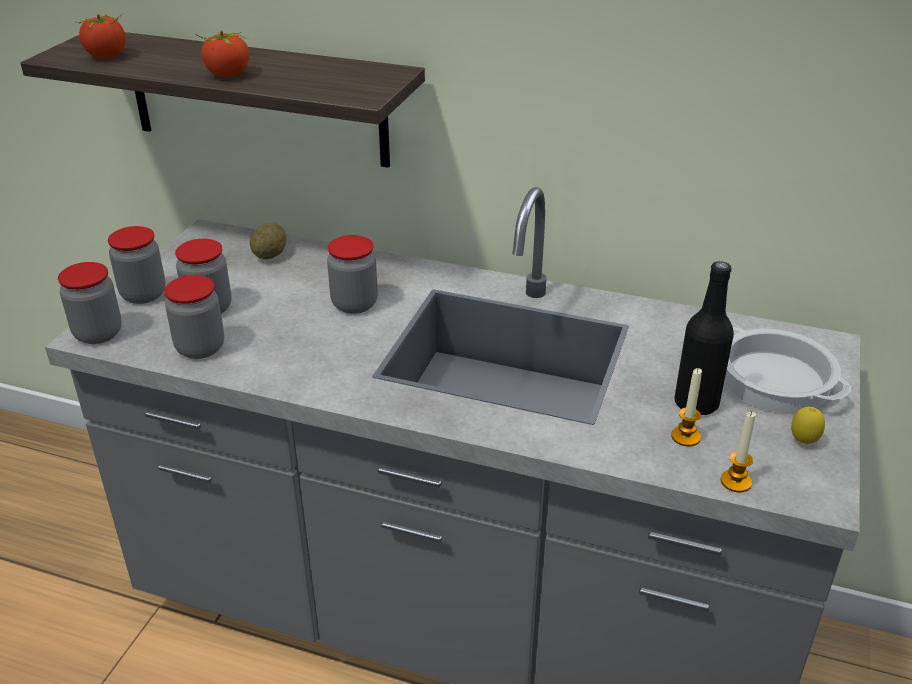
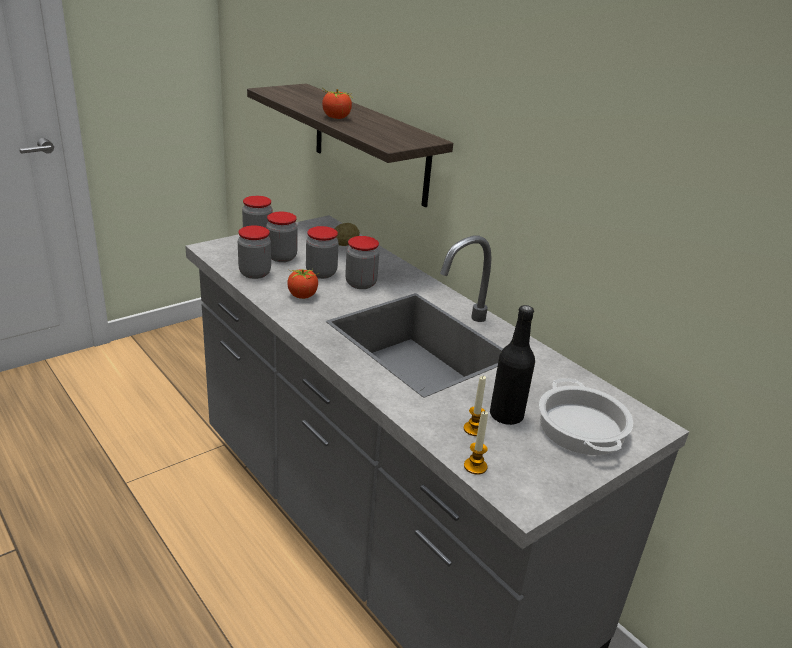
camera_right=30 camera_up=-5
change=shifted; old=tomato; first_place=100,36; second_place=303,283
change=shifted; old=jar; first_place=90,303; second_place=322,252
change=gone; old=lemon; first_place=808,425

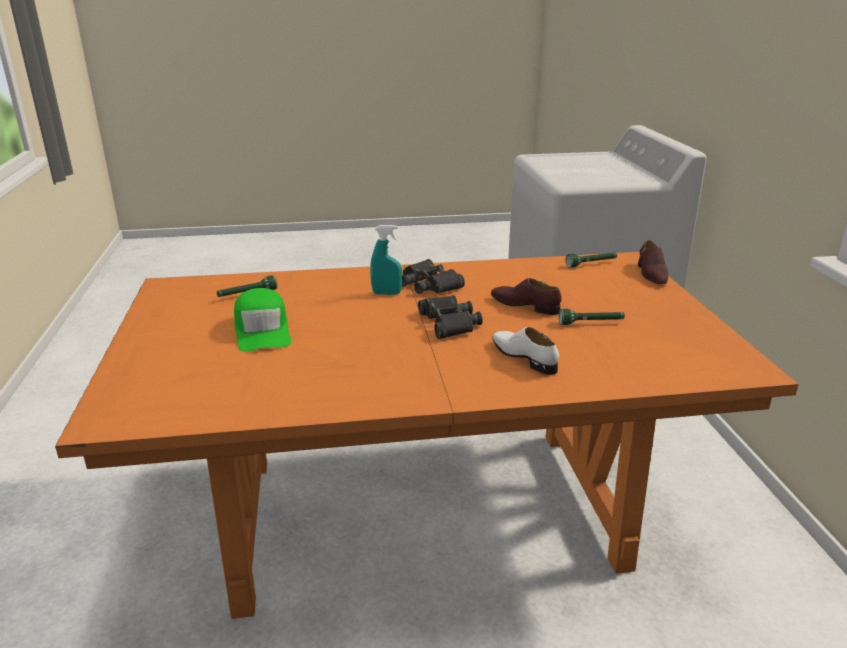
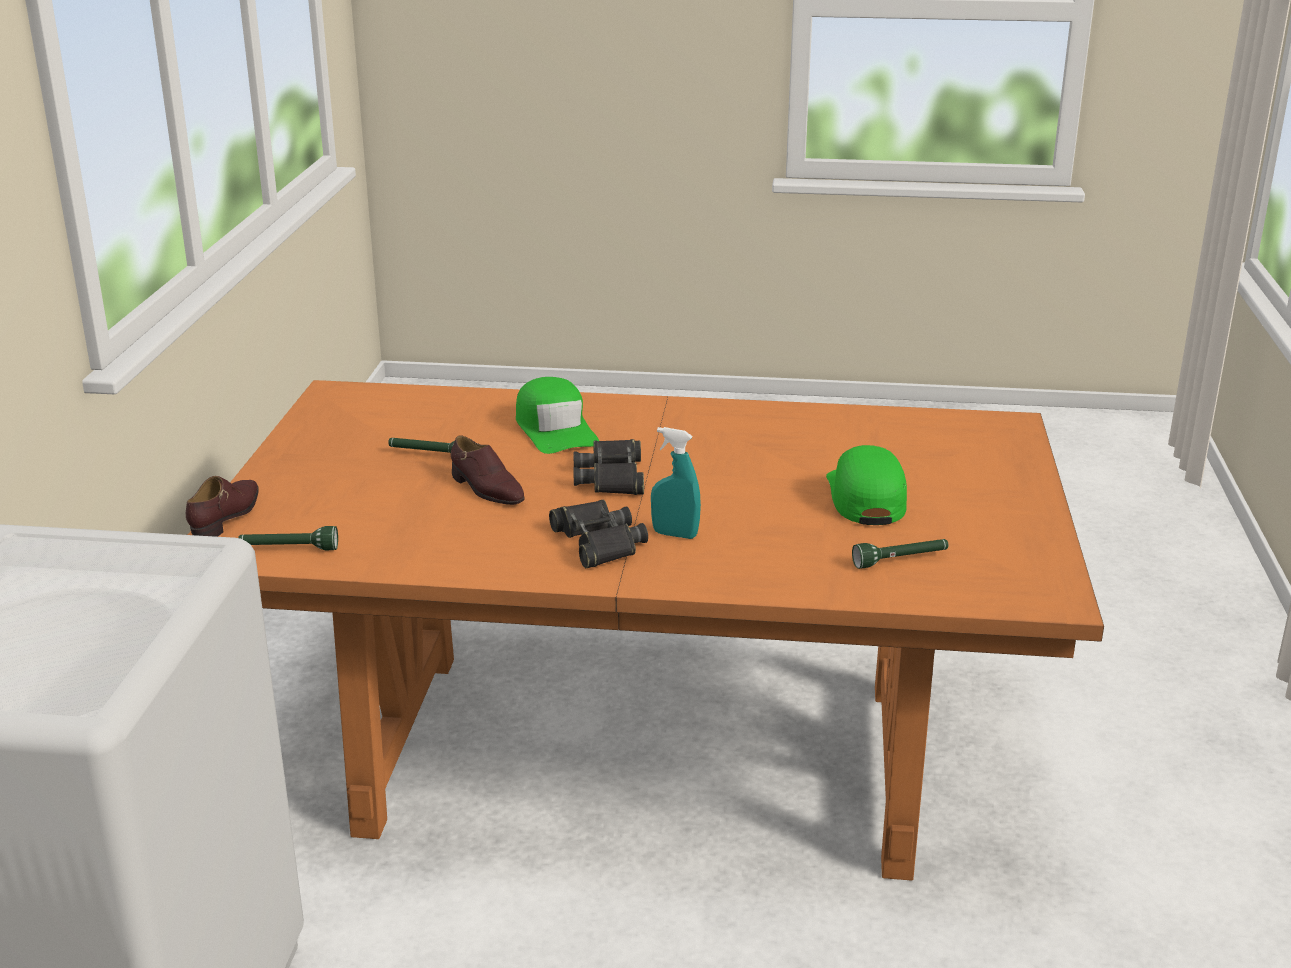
camera_right=-165 camera_up=0
change=swapped; old=white shoe; new=green cap; first_place=525,351; second_place=557,415

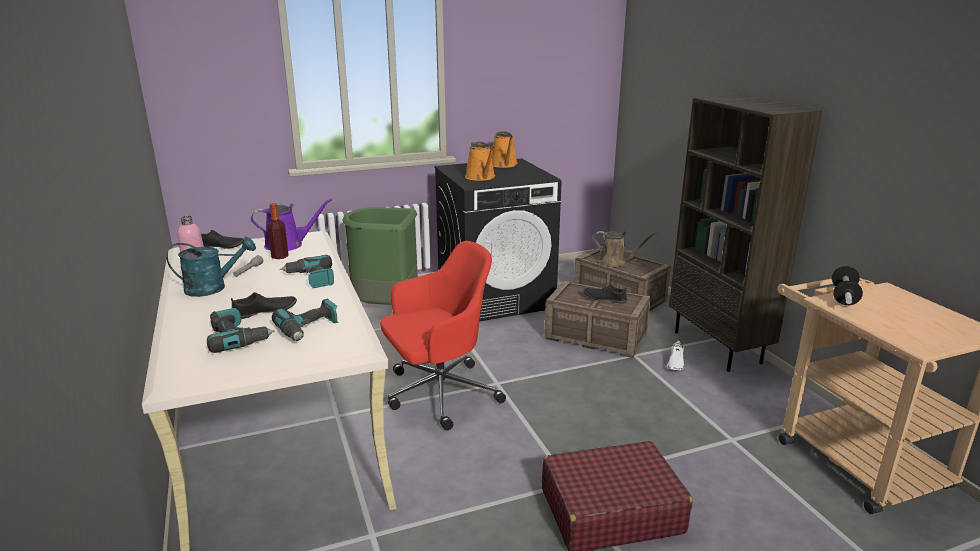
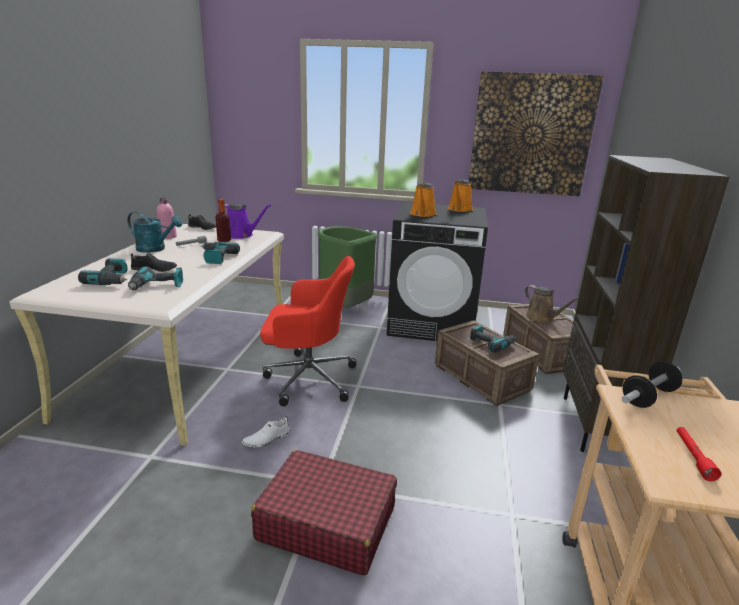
camera_right=30 camera_up=0
change=swapped; old=black shoe; new=power drill; first_place=605,293; second_place=493,339
change=shifted; old=white shoe; first_place=675,355; second_place=266,432
change=new; new=picture; second_place=536,133
change=new; new=red flashlight; second_place=699,454

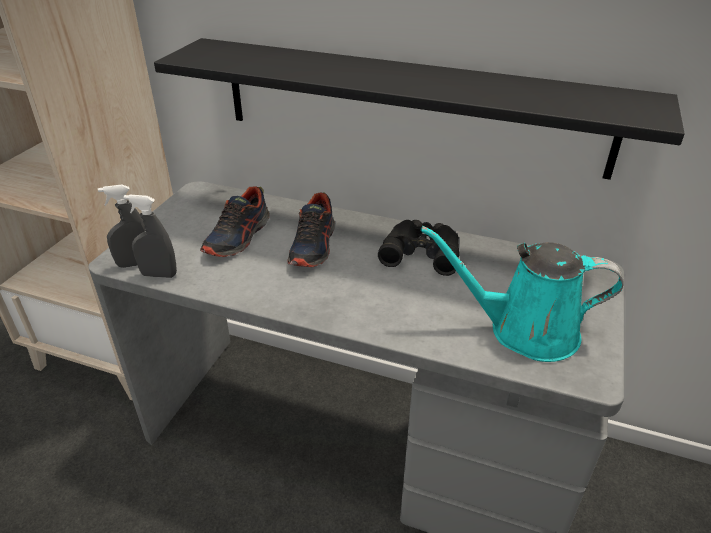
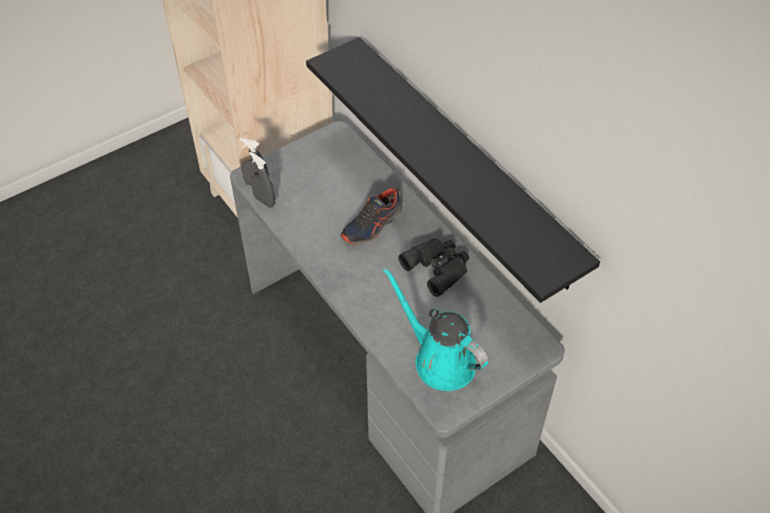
camera_right=35 camera_up=15
change=gone; old=shoe; first_place=235,221

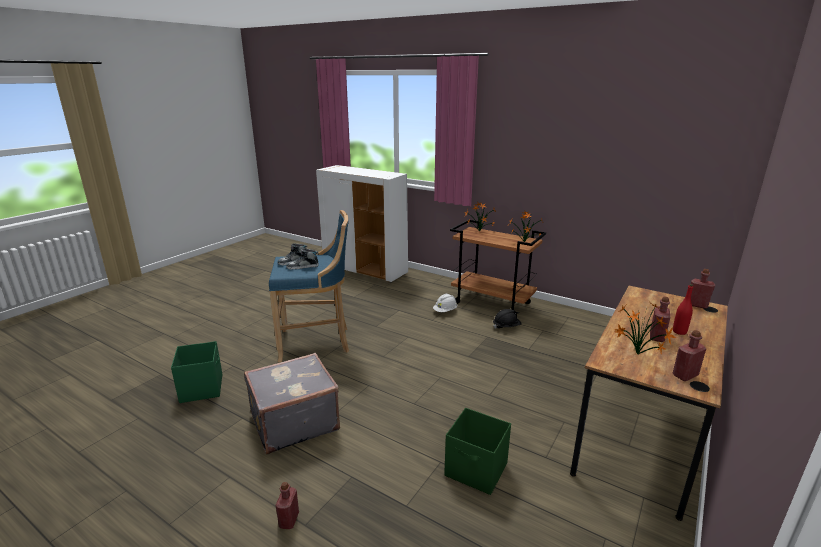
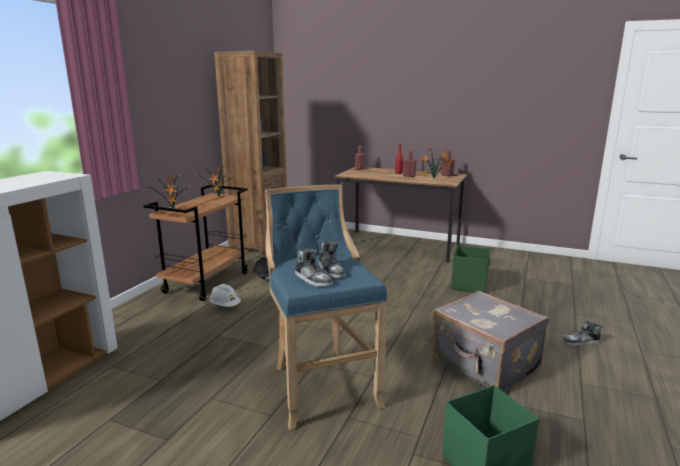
camera_right=-100 camera_up=-5
change=swapped; old=red bottle; new=shoe; first_place=287,505; second_place=583,333
change=new; new=brown bookcase; second_place=250,153

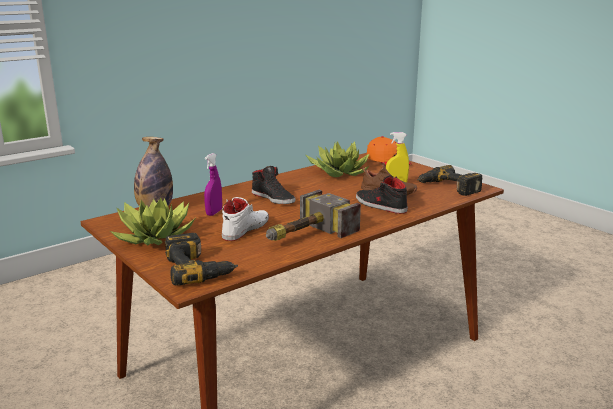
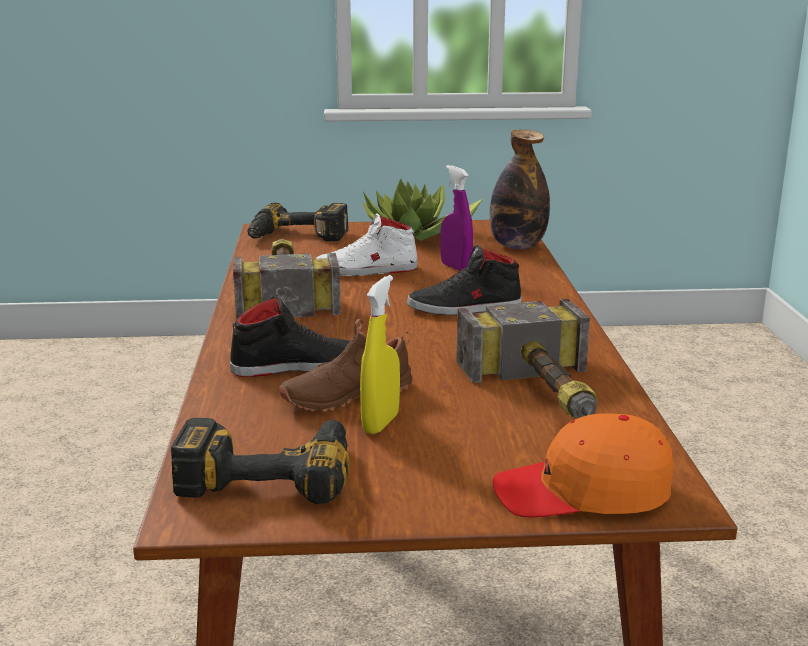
camera_right=125 camera_up=0
change=swapped; old=potted plant; new=hammer; first_place=337,159; second_place=526,358
change=rotated; old=white shoe; first_place=245,219; second_place=367,244; degrees=105

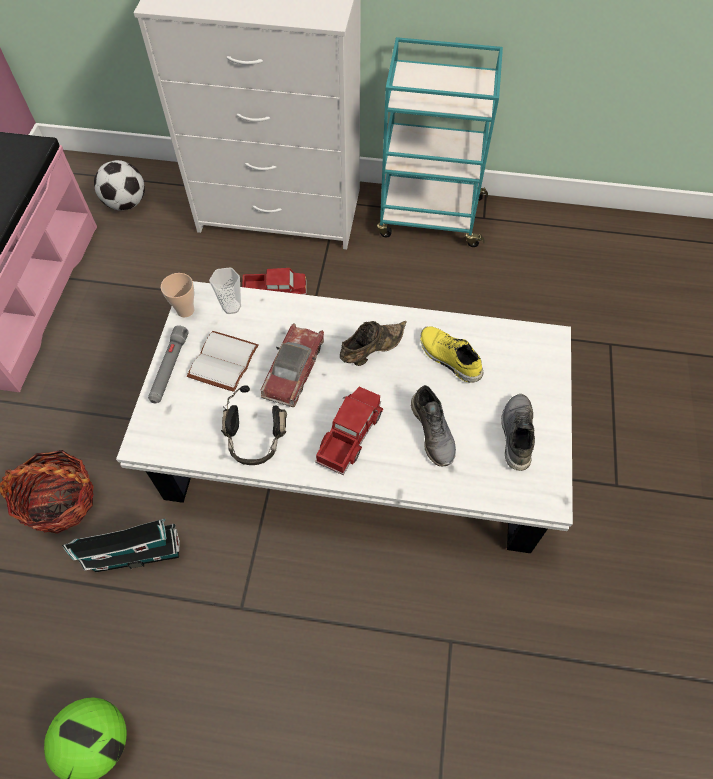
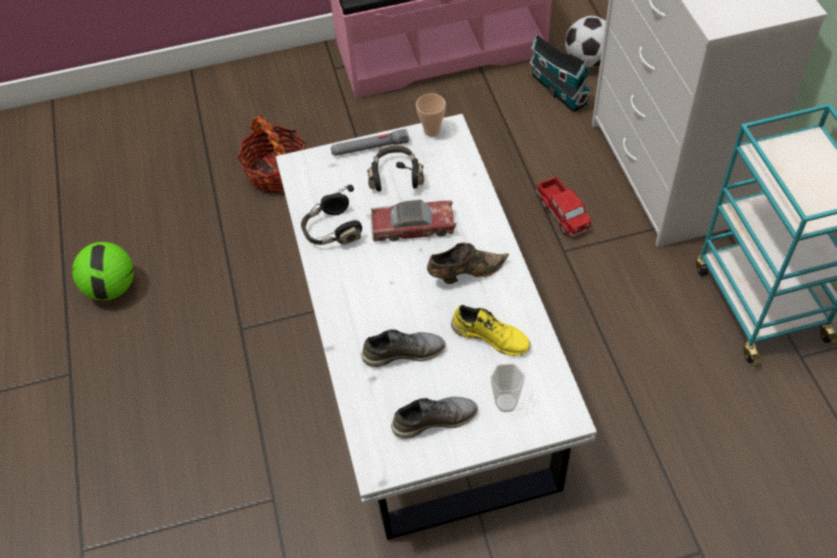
camera_right=70 camera_up=-5
change=shifted; old=cup; first_place=225,290; second_place=507,387
change=rotated; old=brown shoe; first_place=373,343; second_place=468,263; degrees=-45
change=rotated; old=yellow shoe; first_place=451,354; second_place=491,330; degrees=90
change=swapped; old=white book; new=black headphones; first_place=223,361; second_place=395,168
change=rotated; old=grey shoe; first_place=433,425; second_place=403,348; degrees=-150
change=gone; old=toy truck; first_place=349,431
change=shifted; old=toy house; first_place=121,545; second_place=560,72

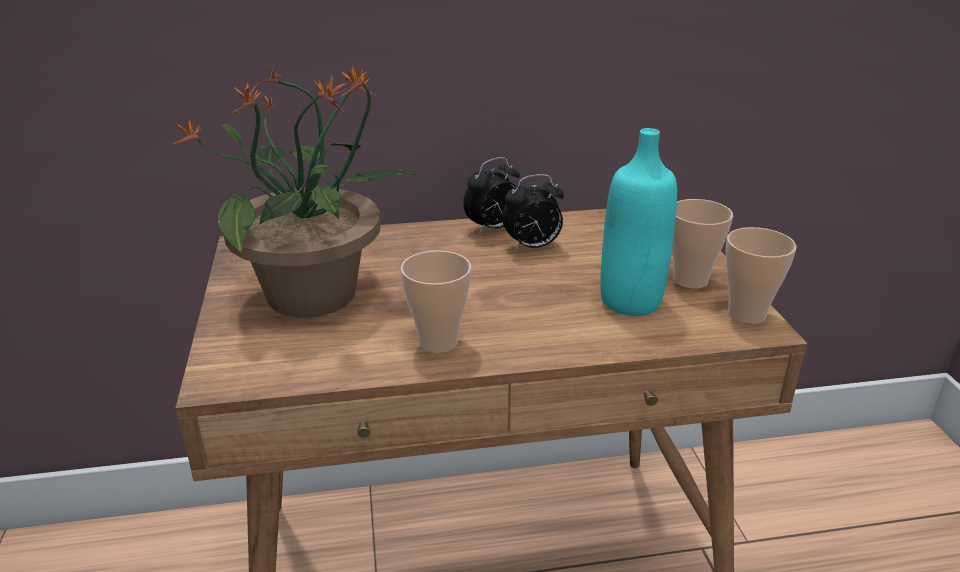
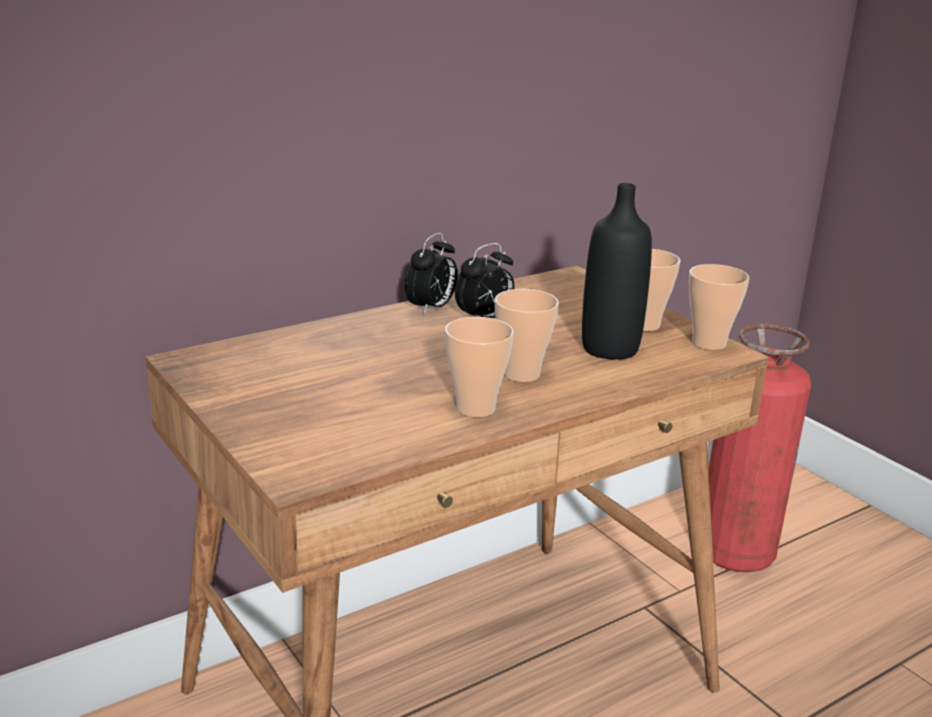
camera_right=-25 camera_up=-5
change=gone; old=potted plant; first_place=296,191
change=repainted; old=turquoise bottle; new=black bottle; first_place=638,222; second_place=617,271
change=new; new=cup; second_place=527,335
change=new; new=fire extinguisher; second_place=760,447

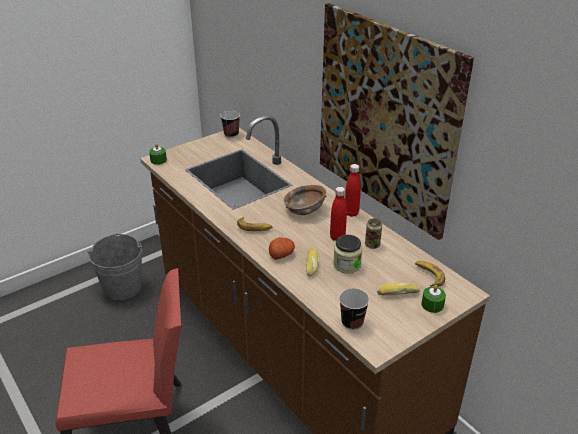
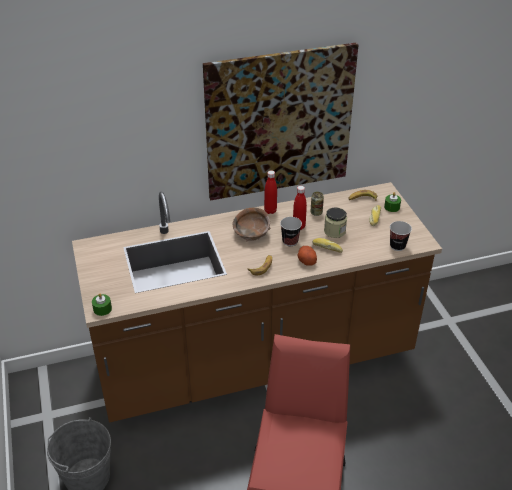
camera_right=-70 camera_up=5
change=shifted; old=cup; first_place=230,124; second_place=291,231

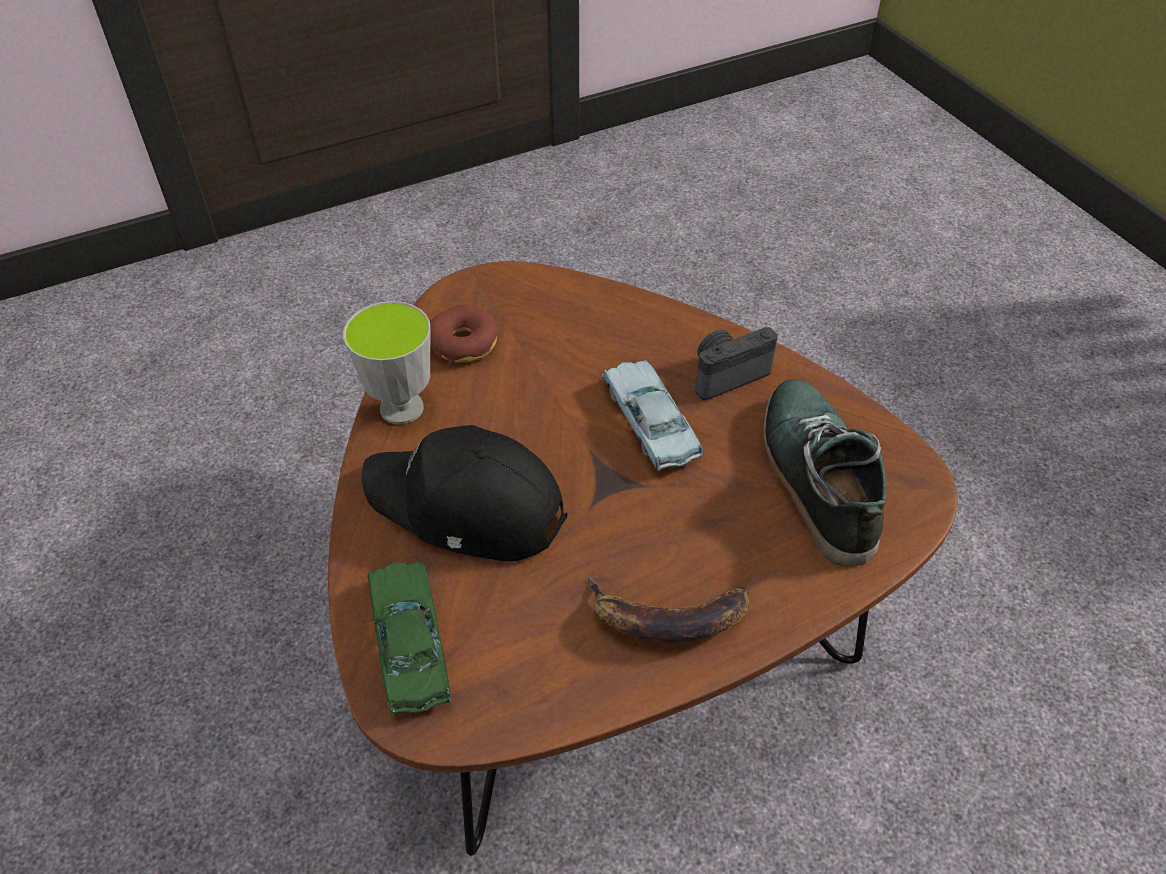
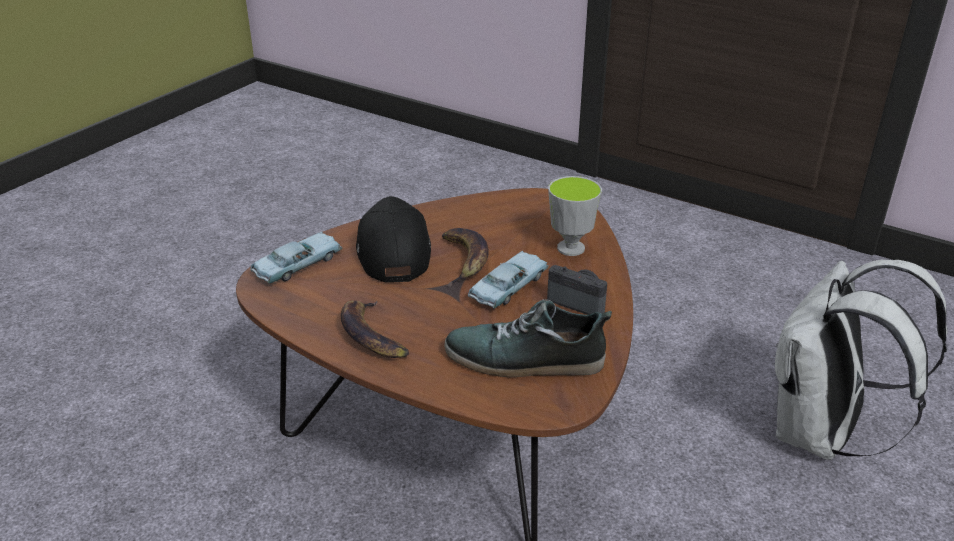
camera_right=60 camera_up=-15
change=shifted; old=cup; first_place=386,363; second_place=575,216
change=gone; old=donut; first_place=464,335
change=rotated; old=shoe; first_place=824,472; second_place=528,338; degrees=-135
change=repainted; old=green toy car; new=blue toy car; first_place=409,638; second_place=296,258
change=new; new=banana; second_place=465,257
change=new; new=white backpack; second_place=861,360

